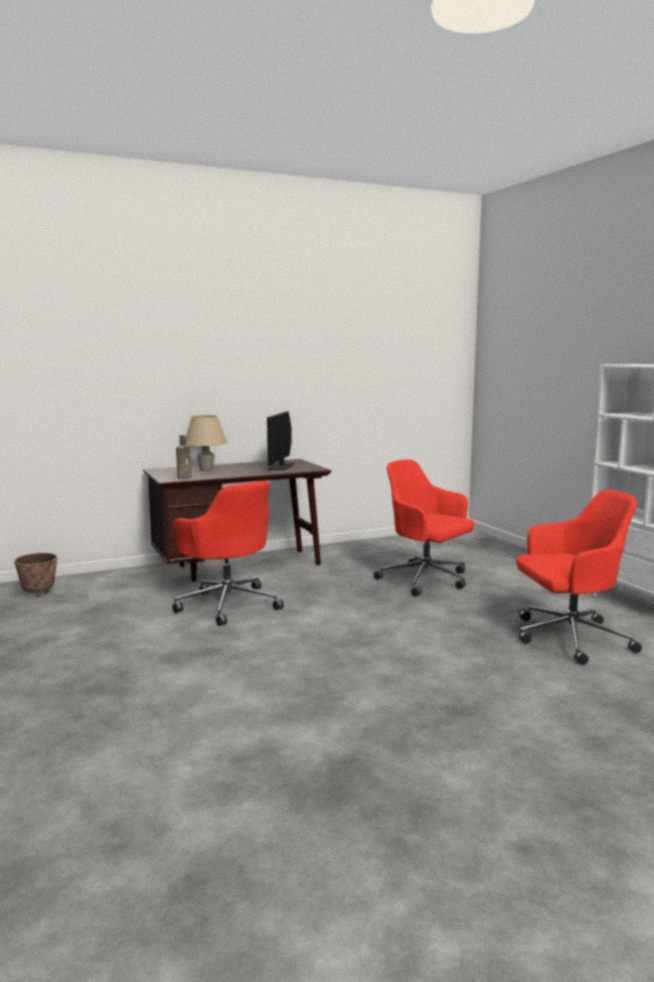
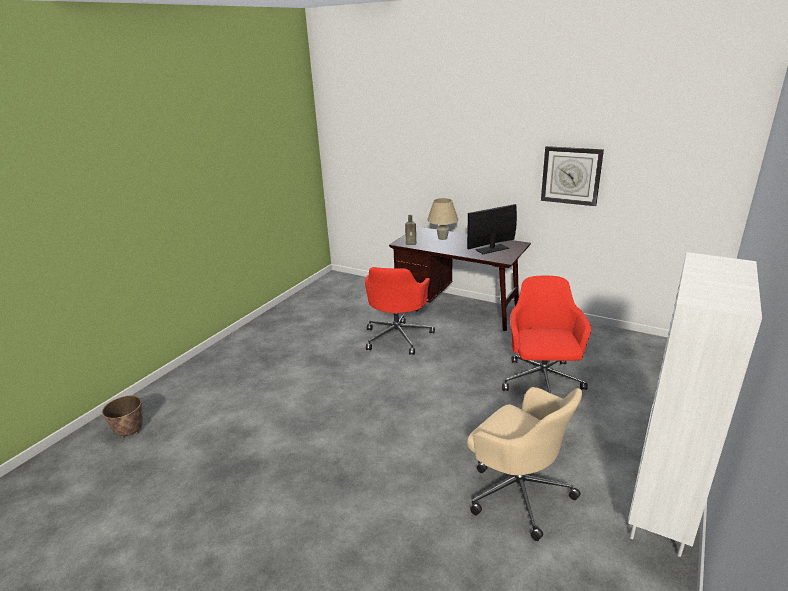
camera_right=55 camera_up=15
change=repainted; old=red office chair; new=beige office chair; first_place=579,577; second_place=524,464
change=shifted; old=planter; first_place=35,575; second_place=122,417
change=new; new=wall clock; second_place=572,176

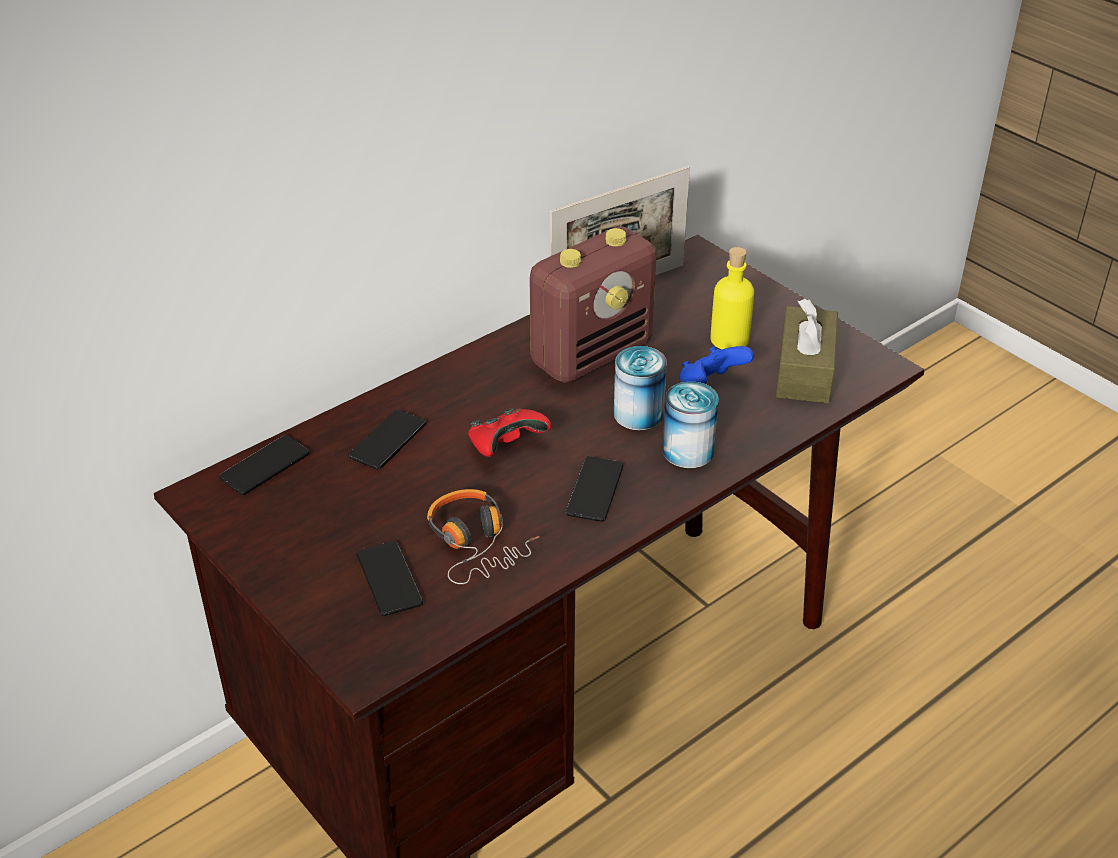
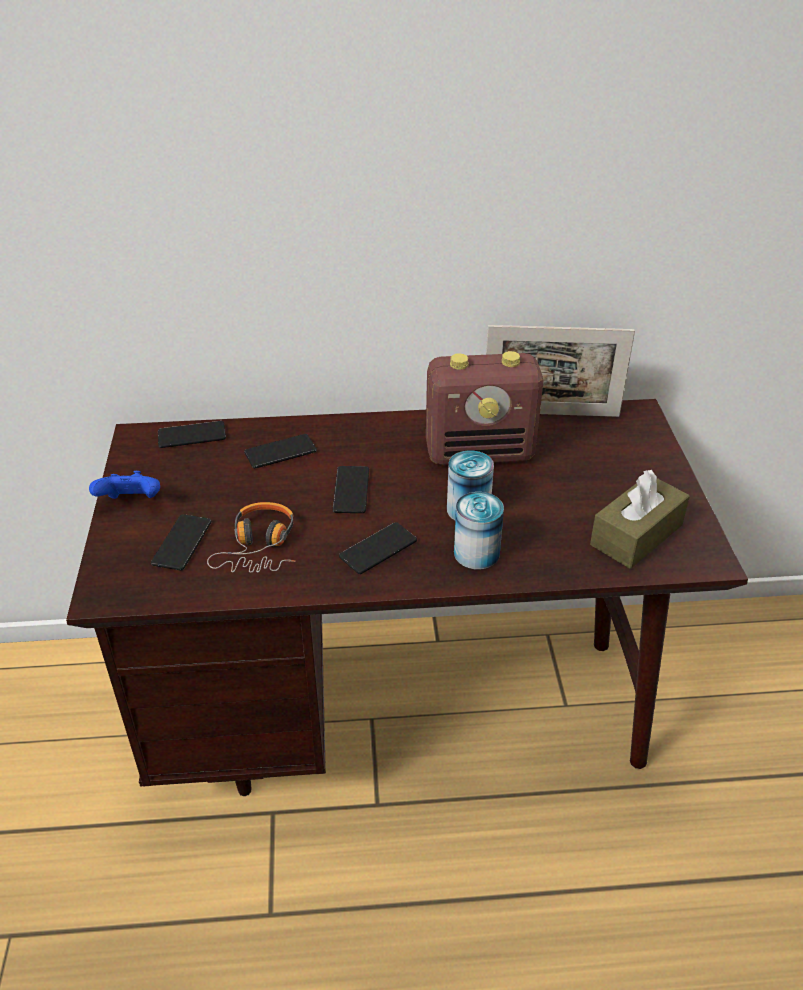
camera_right=35 camera_up=0
change=gone; old=yellow bottle; first_place=732,298
change=shifted; old=blue game controller; first_place=716,365; second_place=124,485
change=swapped; old=red game controller; new=phone; first_place=509,432; second_place=350,489

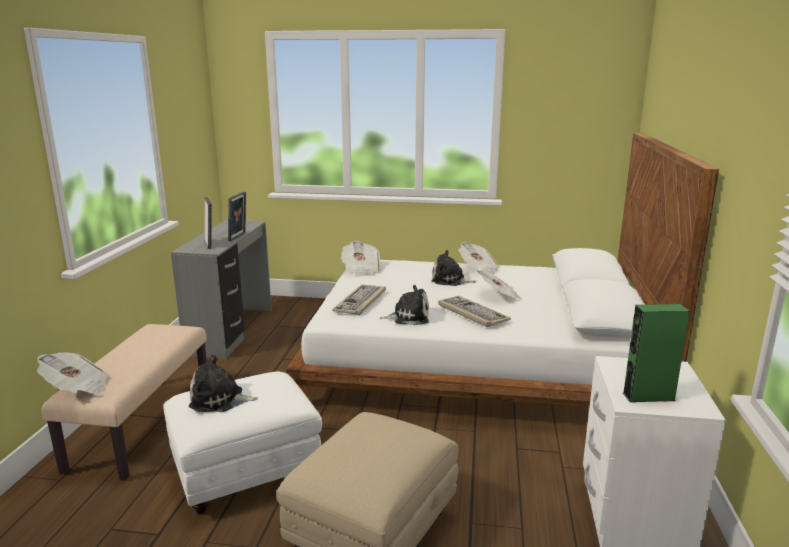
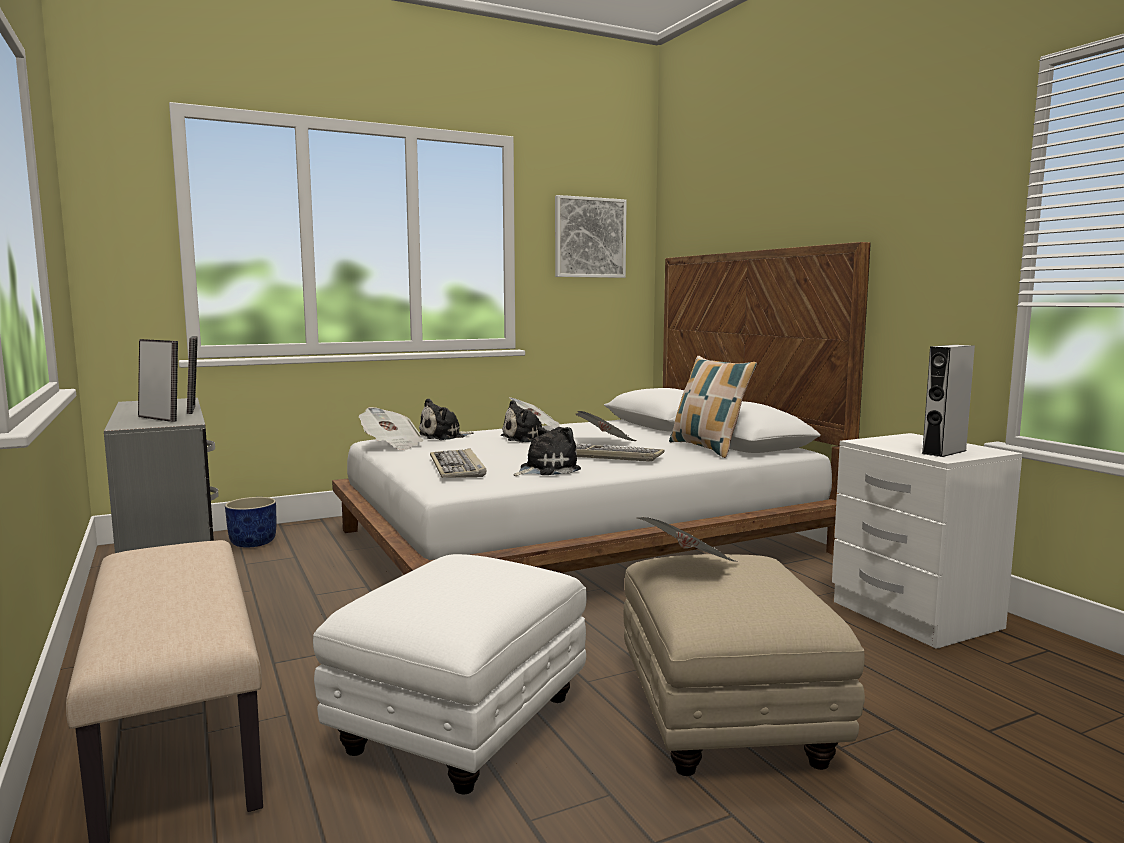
camera_right=-35 camera_up=-10
change=repainted; old=green speaker; new=grey speaker; first_place=656,353; second_place=948,401
change=shifted; old=newspaper; first_place=73,373; second_place=687,539
change=shifted; old=plush toy; first_place=223,383; second_place=446,419
change=new; new=picture; second_place=591,236
change=new; new=pillow; second_place=713,407
change=new; new=blue planter; second_place=250,522

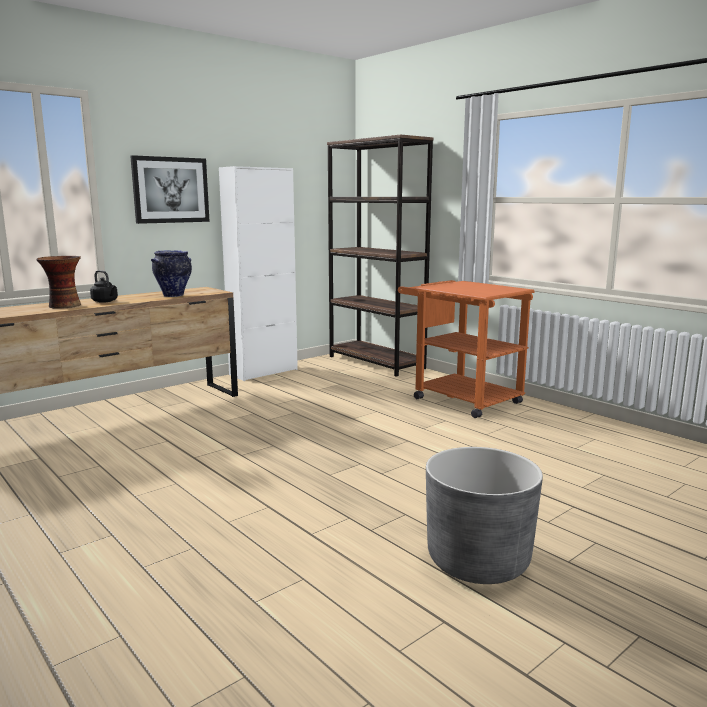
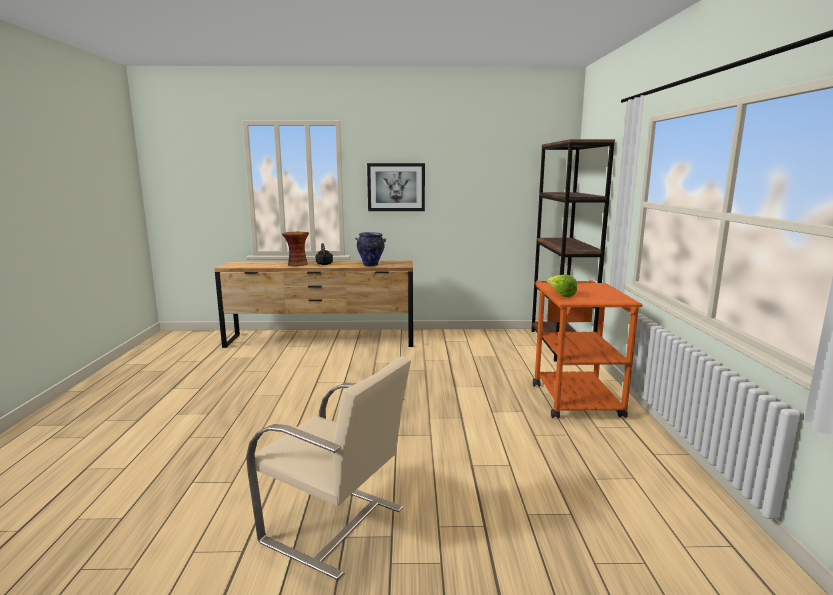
camera_right=40 camera_up=0
change=gone; old=white cabinet; first_place=258,273
change=swapped; old=grey planter; new=beige chair; first_place=484,515; second_place=328,468
change=new; new=lettuce; second_place=561,286

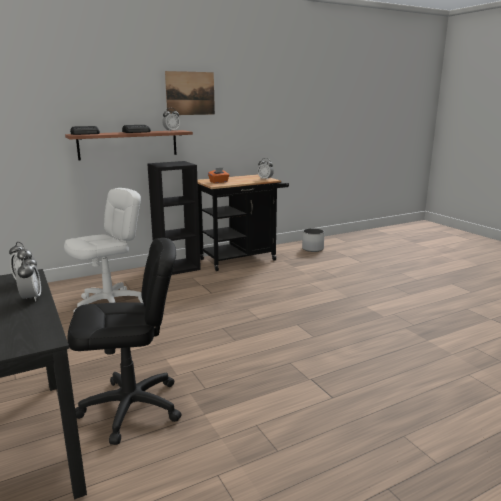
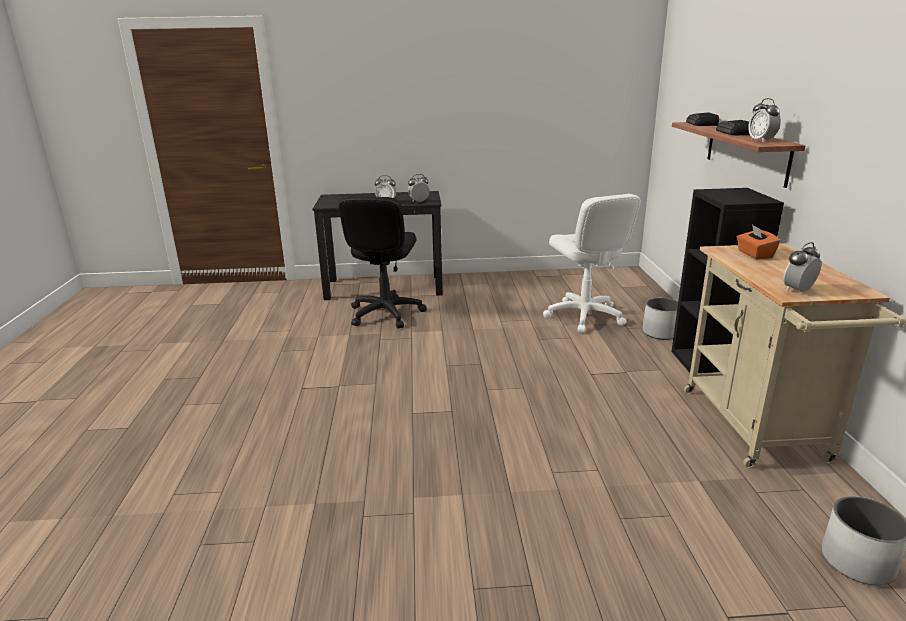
camera_right=115 camera_up=5
change=gone; old=picture; first_place=190,93
change=repainted; old=black cart; new=beige cart; first_place=243,222; second_place=795,355
change=new; new=white planter; second_place=660,319

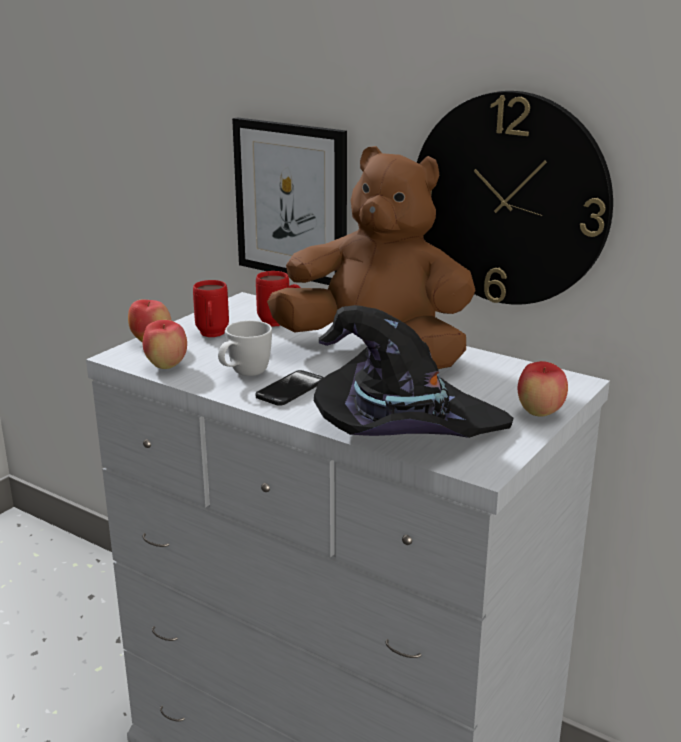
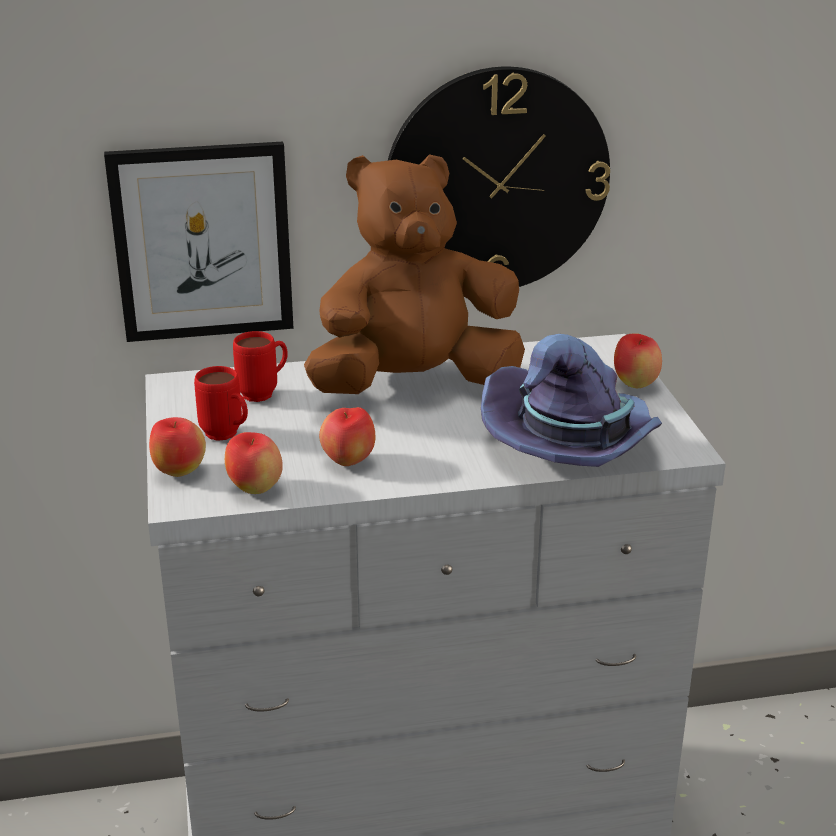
camera_right=-45 camera_up=5
change=repainted; old=black hat; new=purple hat; first_place=414,371; second_place=571,400
change=swapped; old=white mug; new=apple; first_place=245,348; second_place=347,436
change=gone; old=phone; first_place=290,388

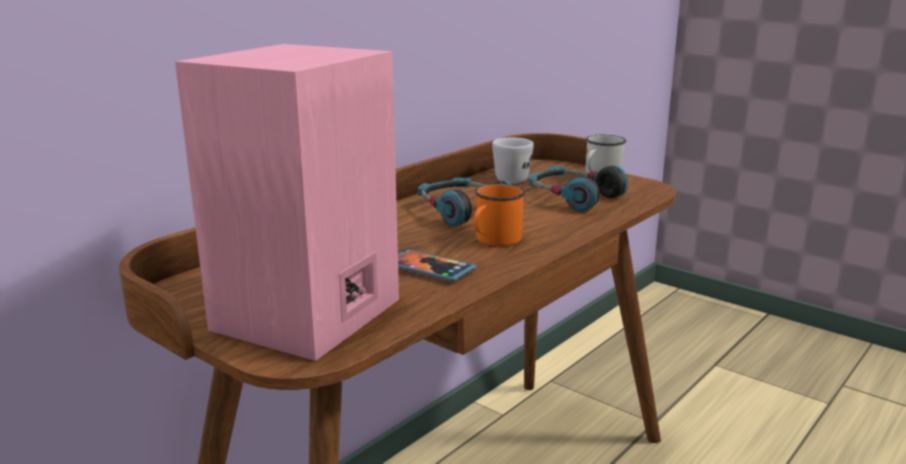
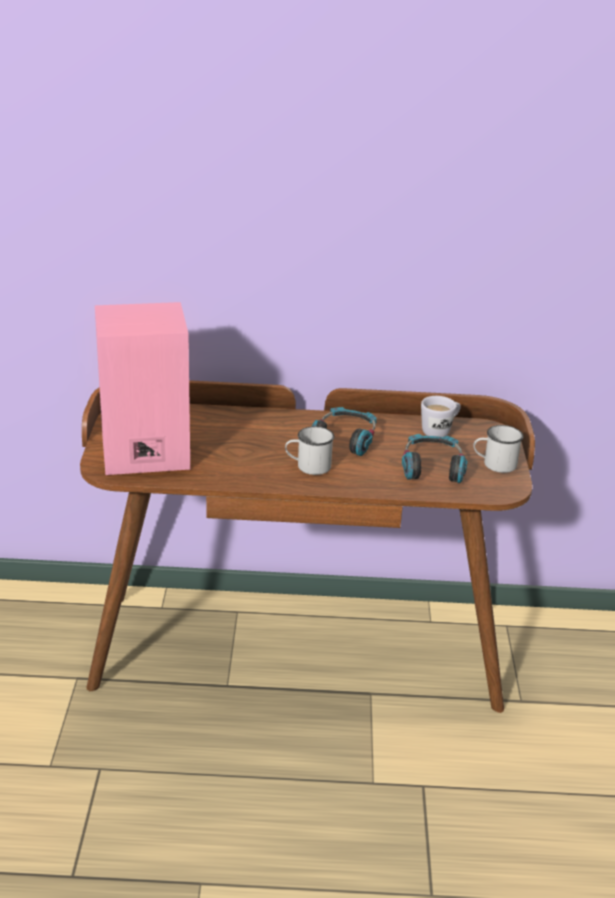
camera_right=50 camera_up=10
change=repainted; old=orange mug; new=white mug; first_place=499,215; second_place=309,450
change=gone; old=phone; first_place=437,265

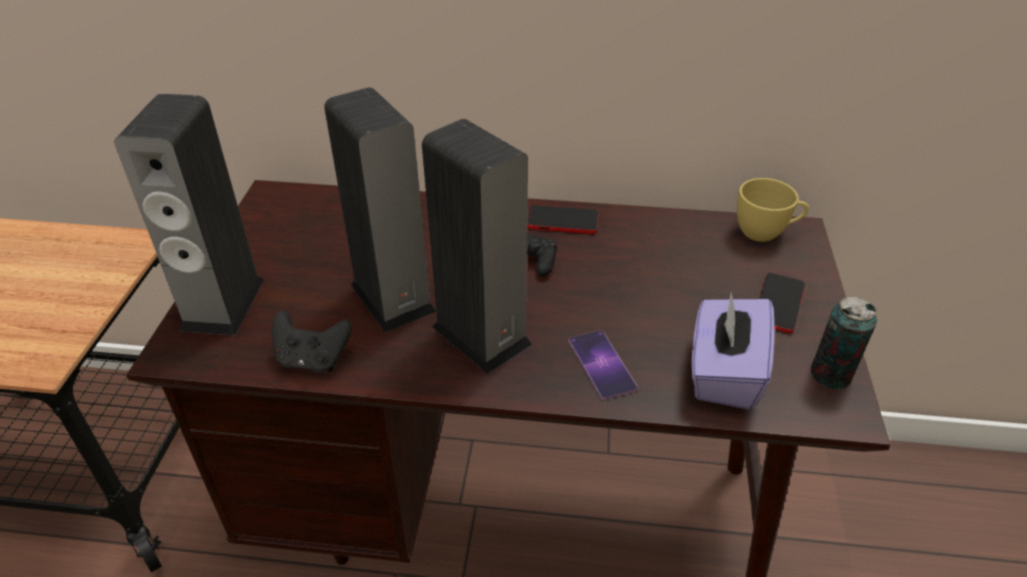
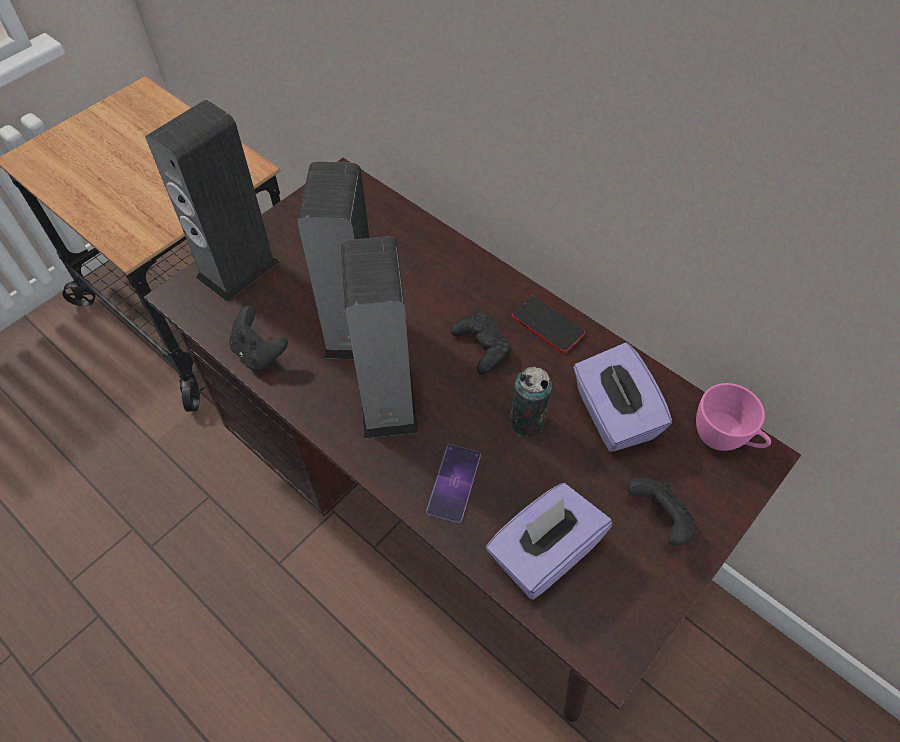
camera_right=35 camera_up=15
change=repainted; old=yellow cup; new=pink cup; first_place=773,210; second_place=733,417
change=swapped; old=phone; new=black game controller; first_place=782,303; second_place=661,511
change=shifted; old=can; first_place=844,343; second_place=531,401
change=new; new=purple tissue box; second_place=622,397

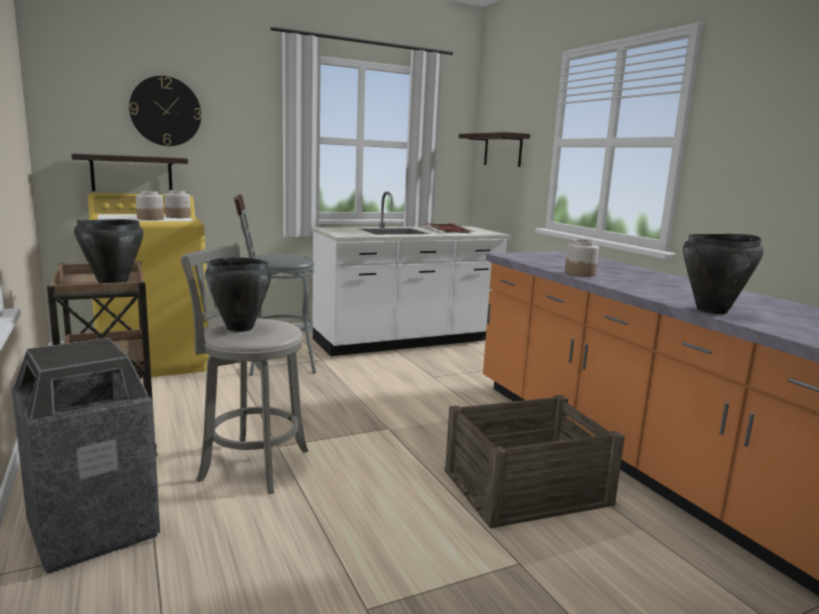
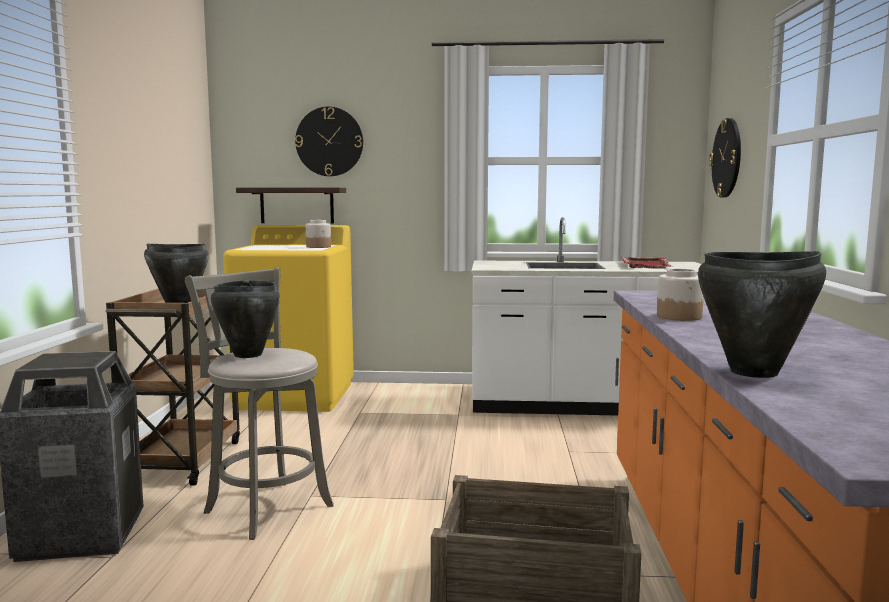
camera_right=30 camera_up=-5
change=swapped; old=shelf; new=wall clock; first_place=494,149; second_place=725,158
change=gone; old=jar; first_place=150,205
change=gone; old=grey stool; first_place=275,285

